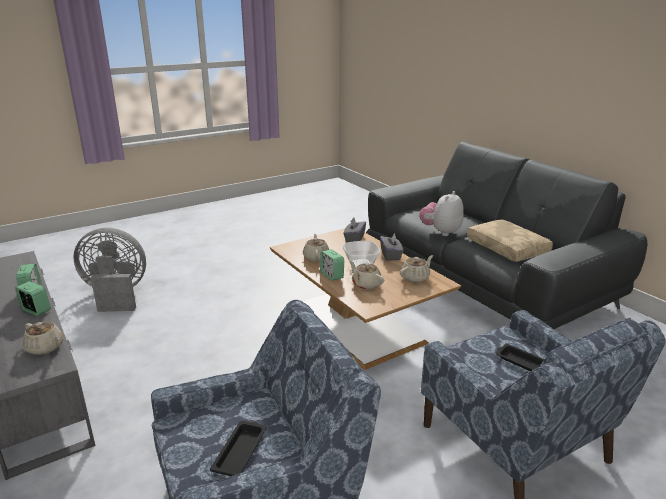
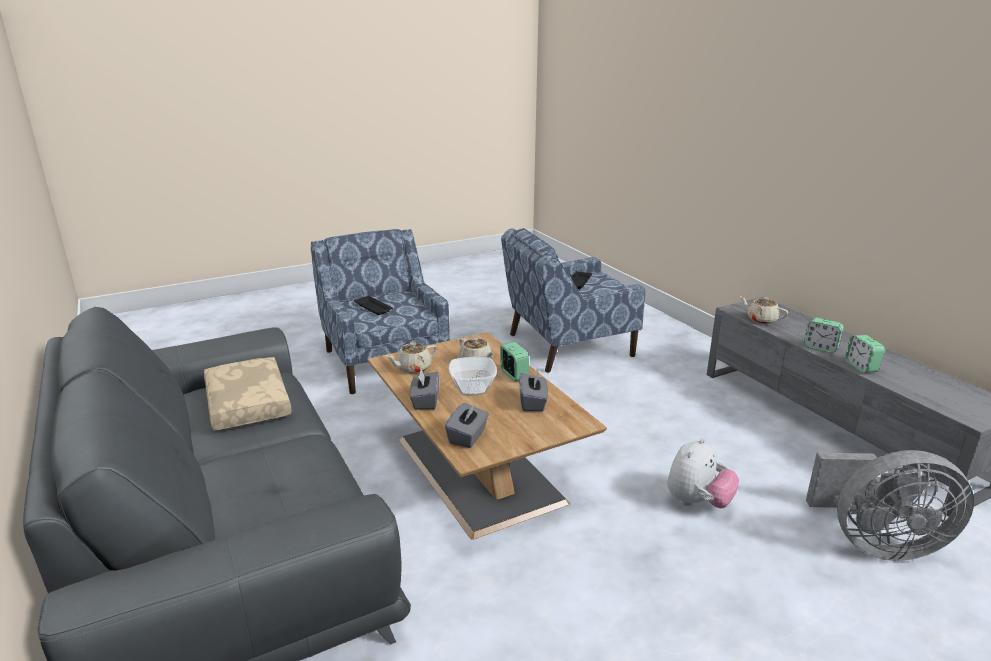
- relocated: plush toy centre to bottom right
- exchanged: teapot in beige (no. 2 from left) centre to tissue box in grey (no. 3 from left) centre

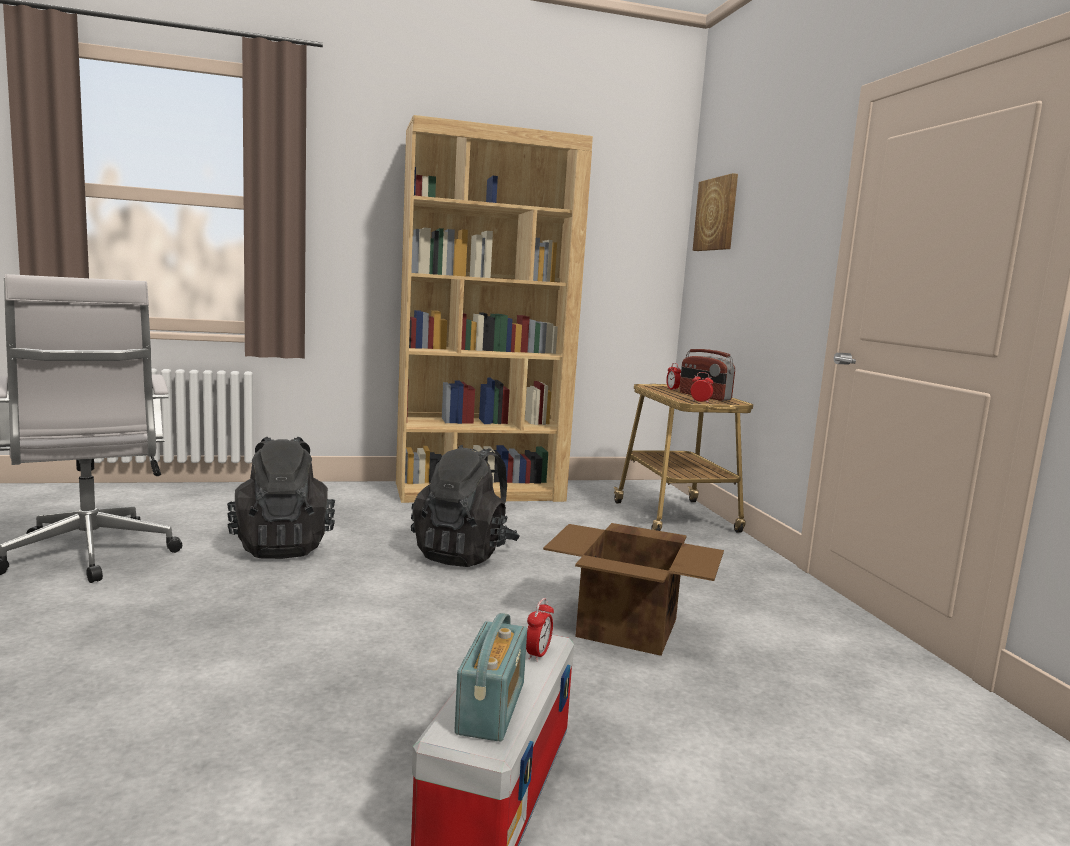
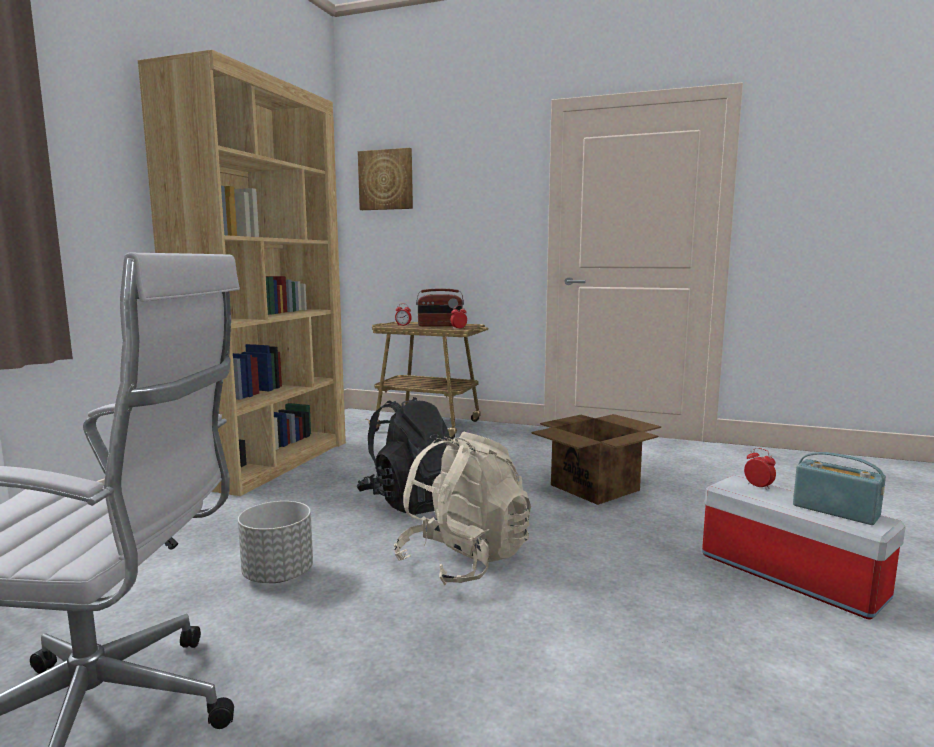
- appeared: backpack in beige bottom centre
- exchanged: backpack in black (no. 1 from left) middle left to planter in grey bottom left

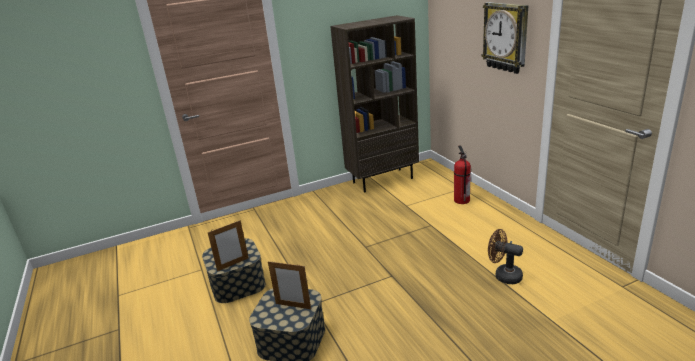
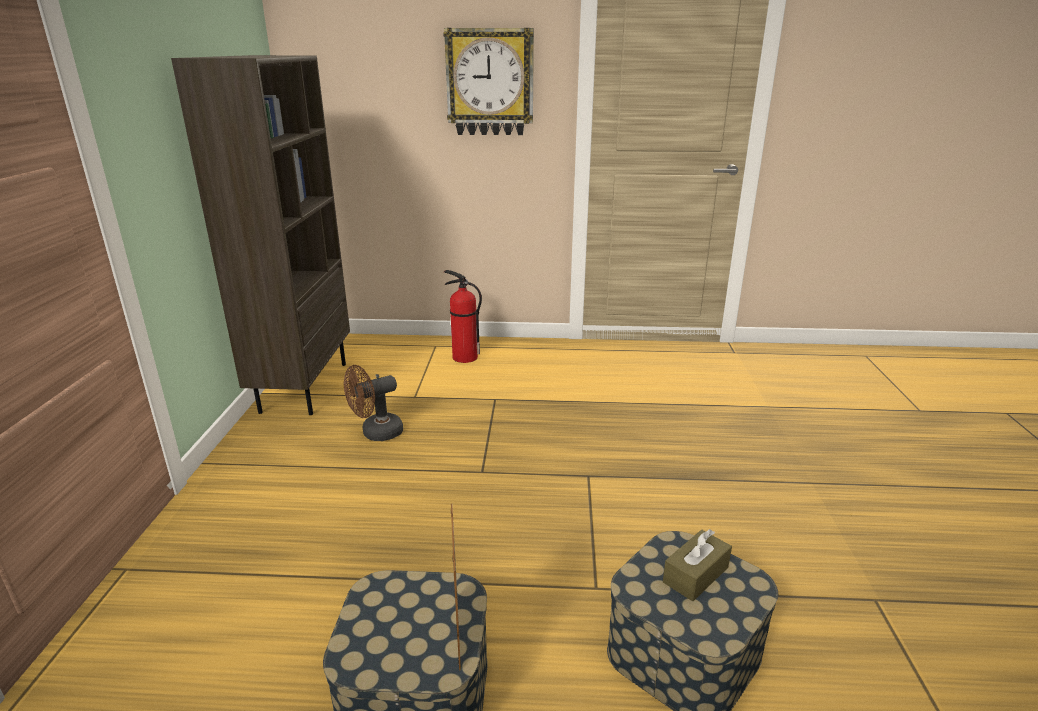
- relocated: fan in brown bottom right to centre
- exchanged: picture frame (no. 2 from left) bottom centre to tissue box in brown bottom right

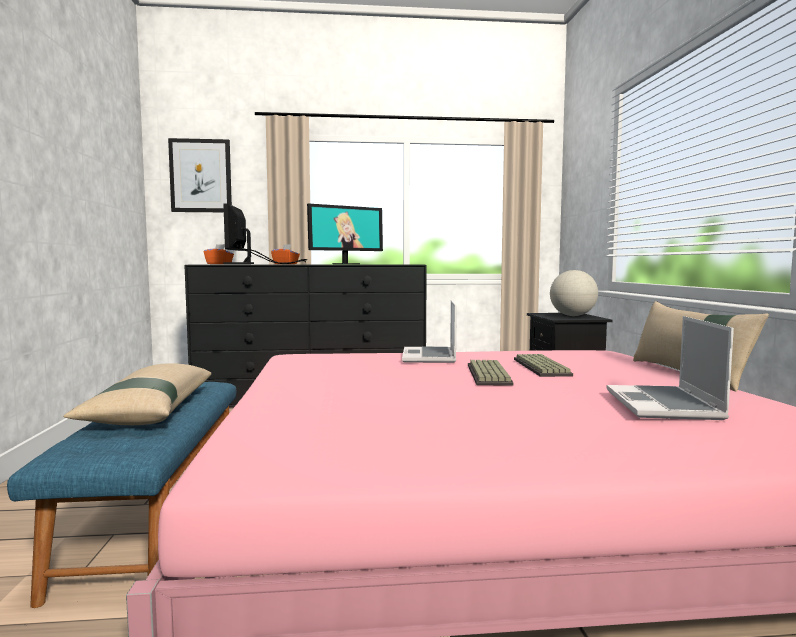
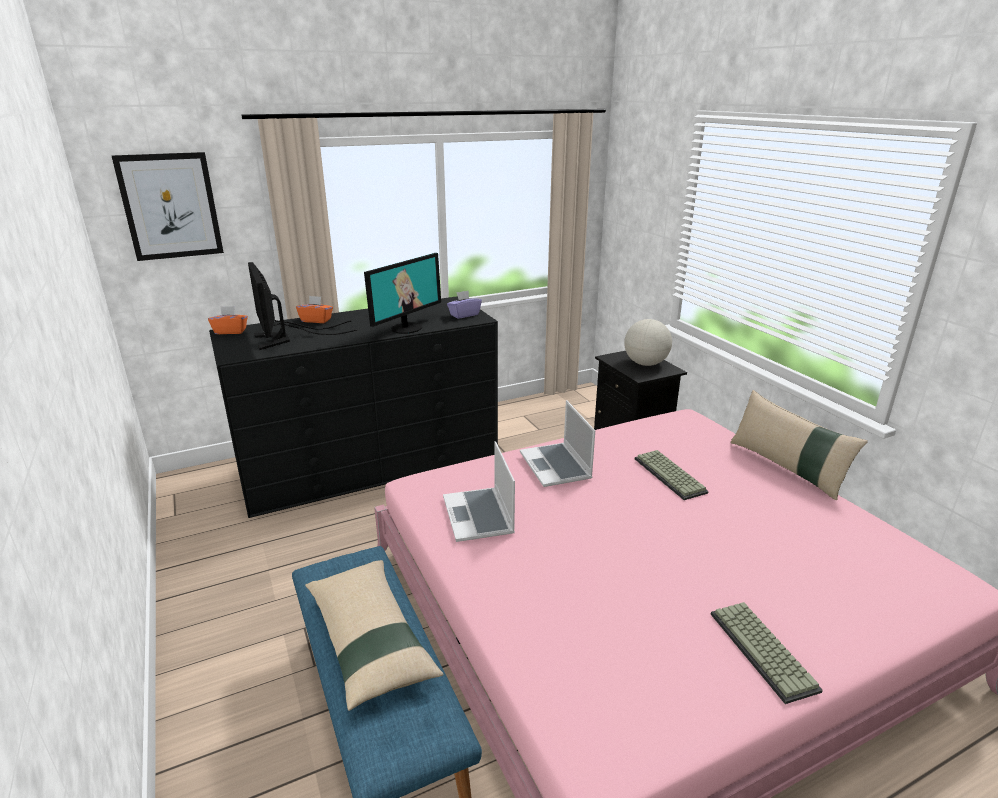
- appeared: tissue box in purple centre
- relocated: keyboard (no. 1 from left in the first image) centre to keyboard (no. 2 from left) bottom right
- relocated: laptop (no. 2 from left in the first image) middle right to laptop (no. 1 from left) centre

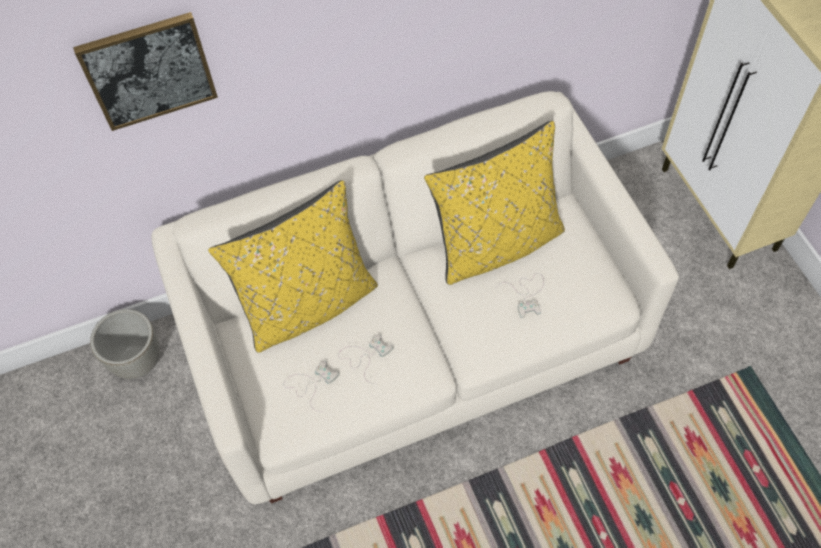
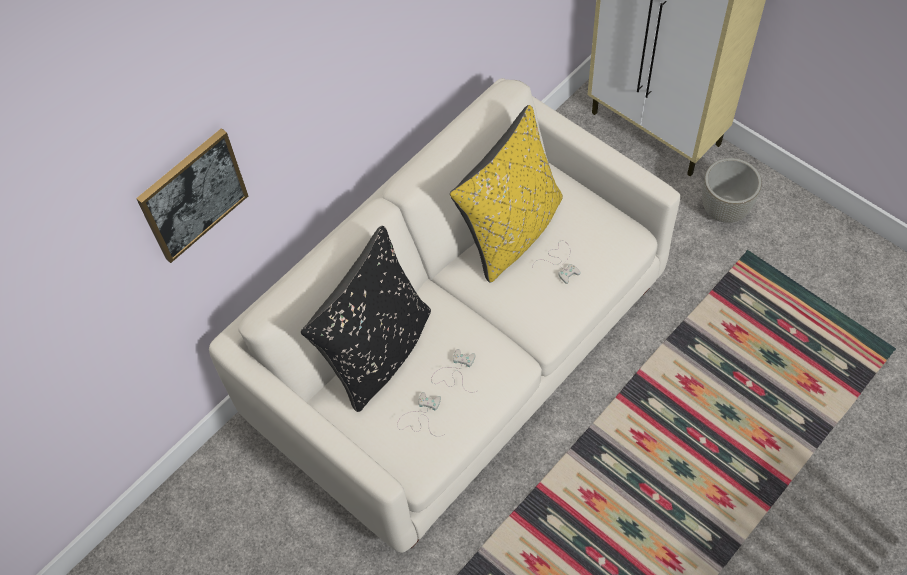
- relocated: planter in grey middle left to top right
- colour: pillow in yellow (no. 1 from left) centre to pillow in black centre

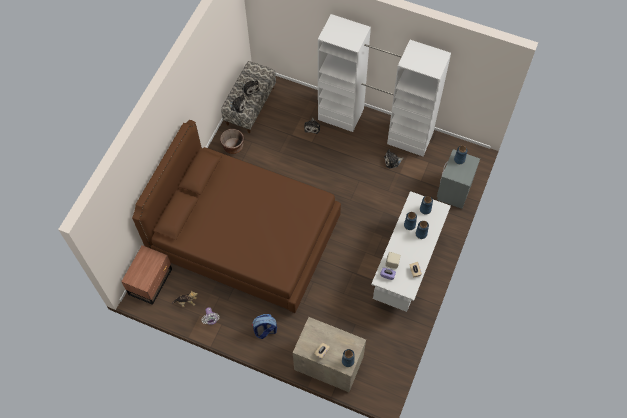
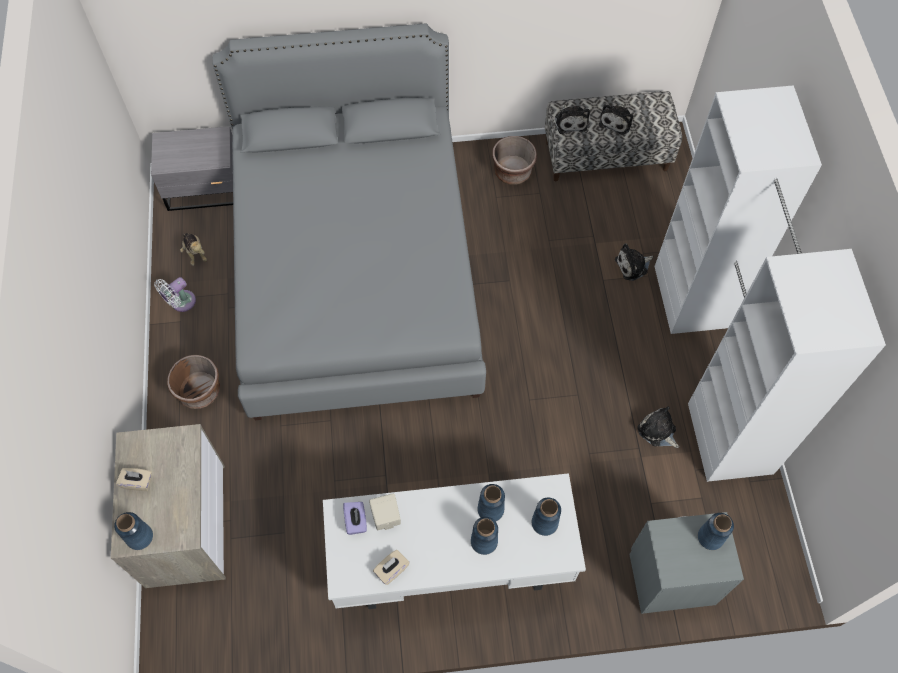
- exchanged: backpack bottom centre to planter in brown (no. 1 from left) middle left
- colour: nightstand in brown middle left to nightstand in grey (no. 1 from left) top left
- colour: bed in brown centre to bed in grey top centre

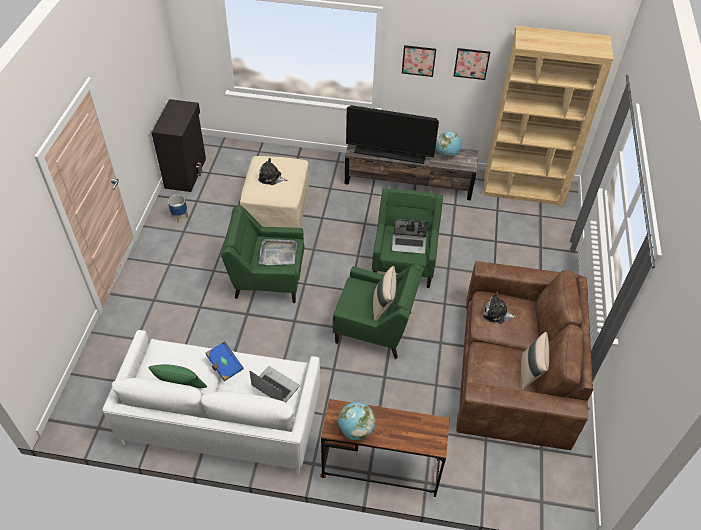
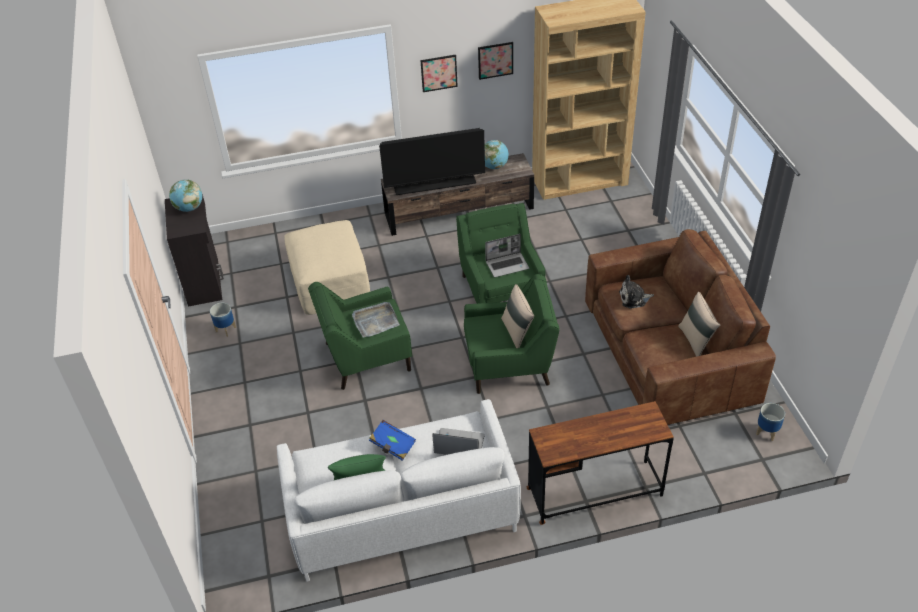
- missing: plush toy (no. 1 from left) top centre
- appeared: planter (no. 2 from left) bottom right
- relocated: globe (no. 1 from left) bottom centre to top left

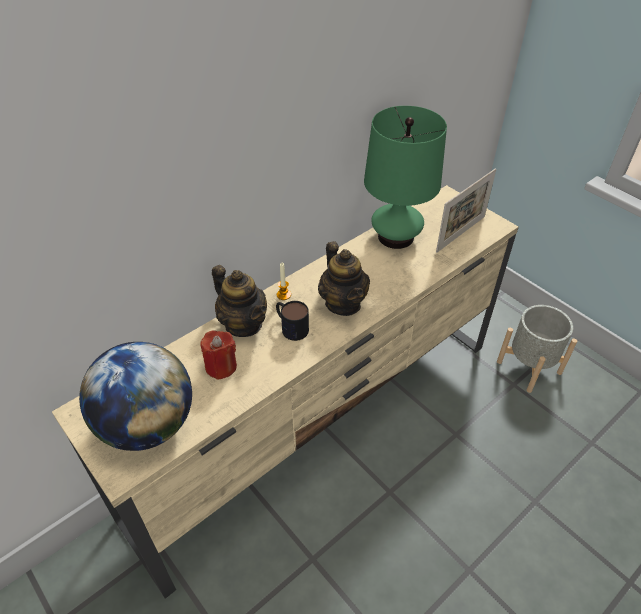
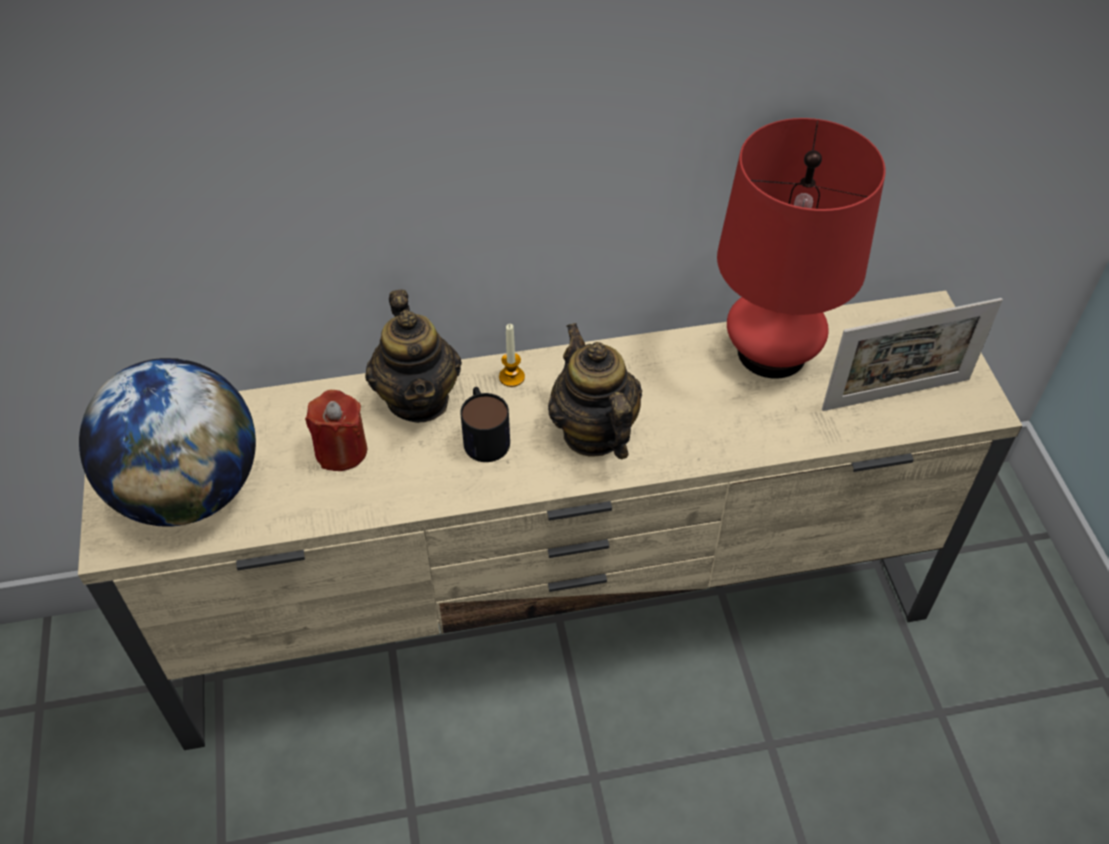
- missing: planter in grey middle right
- colour: table lamp in green top centre to table lamp in red top right
- spun: teapot (no. 2 from left) centre = centre 150 degrees clockwise

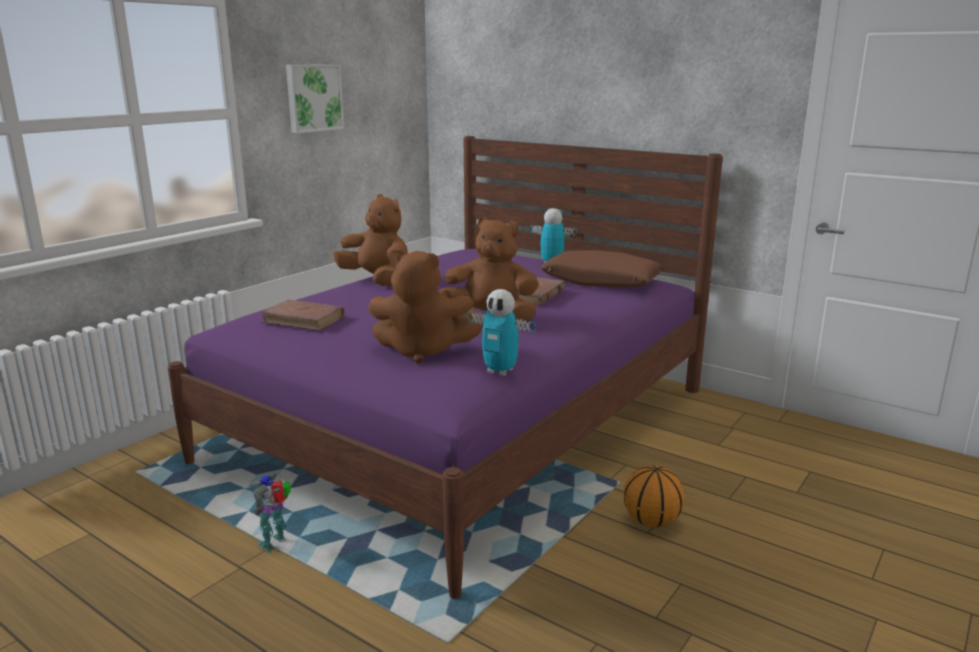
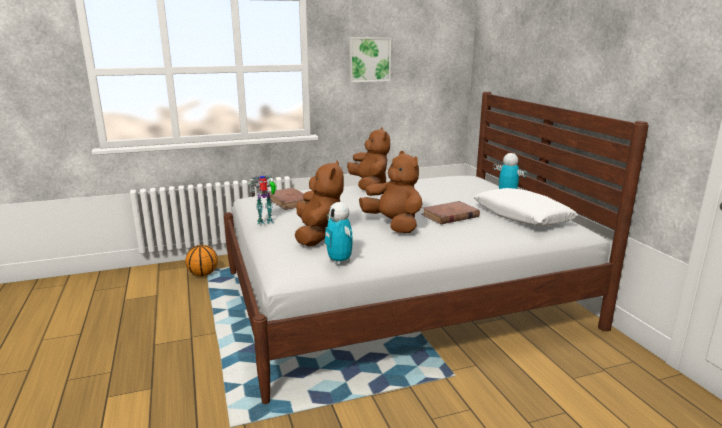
- relocated: toy robot (no. 1 from left) bottom left to centre
- relocated: basketball bottom right to middle left
- colour: bed in purple centre to bed in white centre
- colour: pillow in brown centre to pillow in white middle right
- spun: plush toy in brown (no. 2 from left in the first image) centre = centre 135 degrees counterclockwise

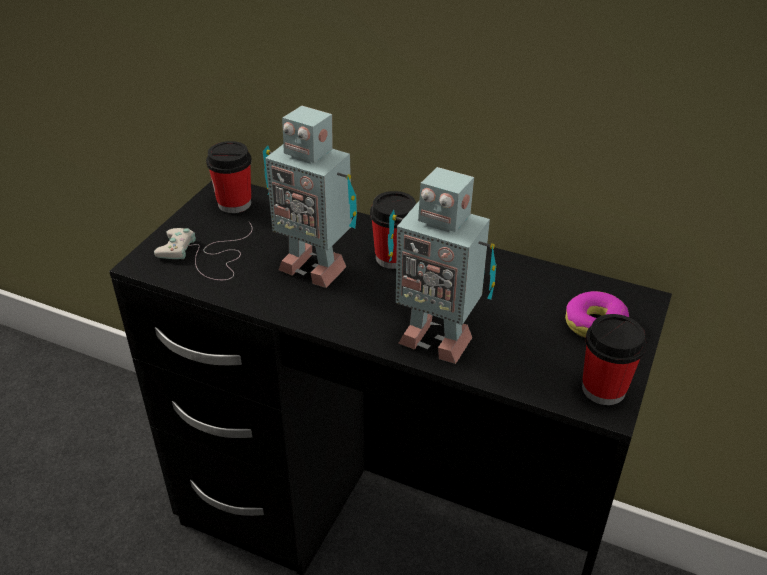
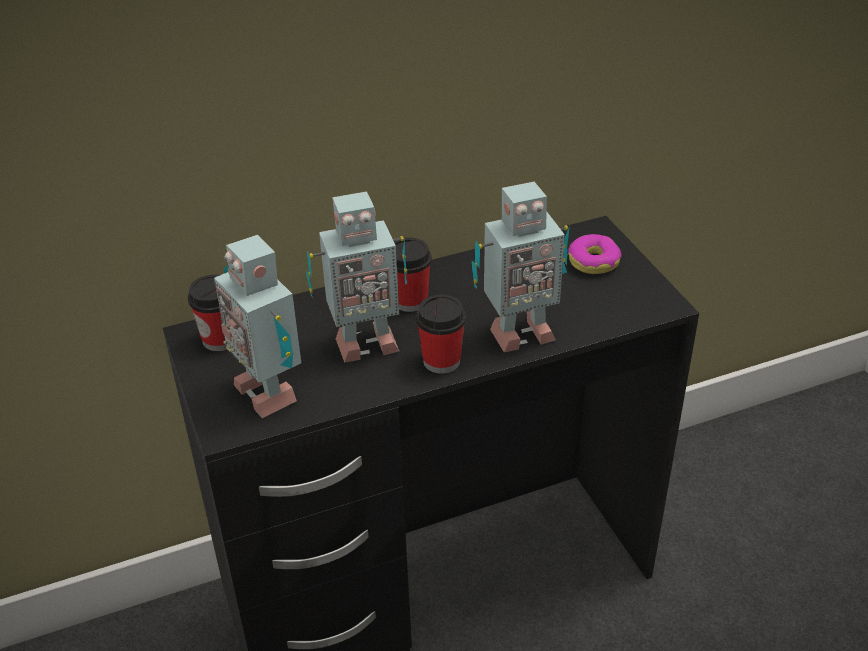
- relocated: cup (no. 3 from left) middle right to centre
- exchanged: game controller in white middle left to toy robot (no. 1 from left) middle left

